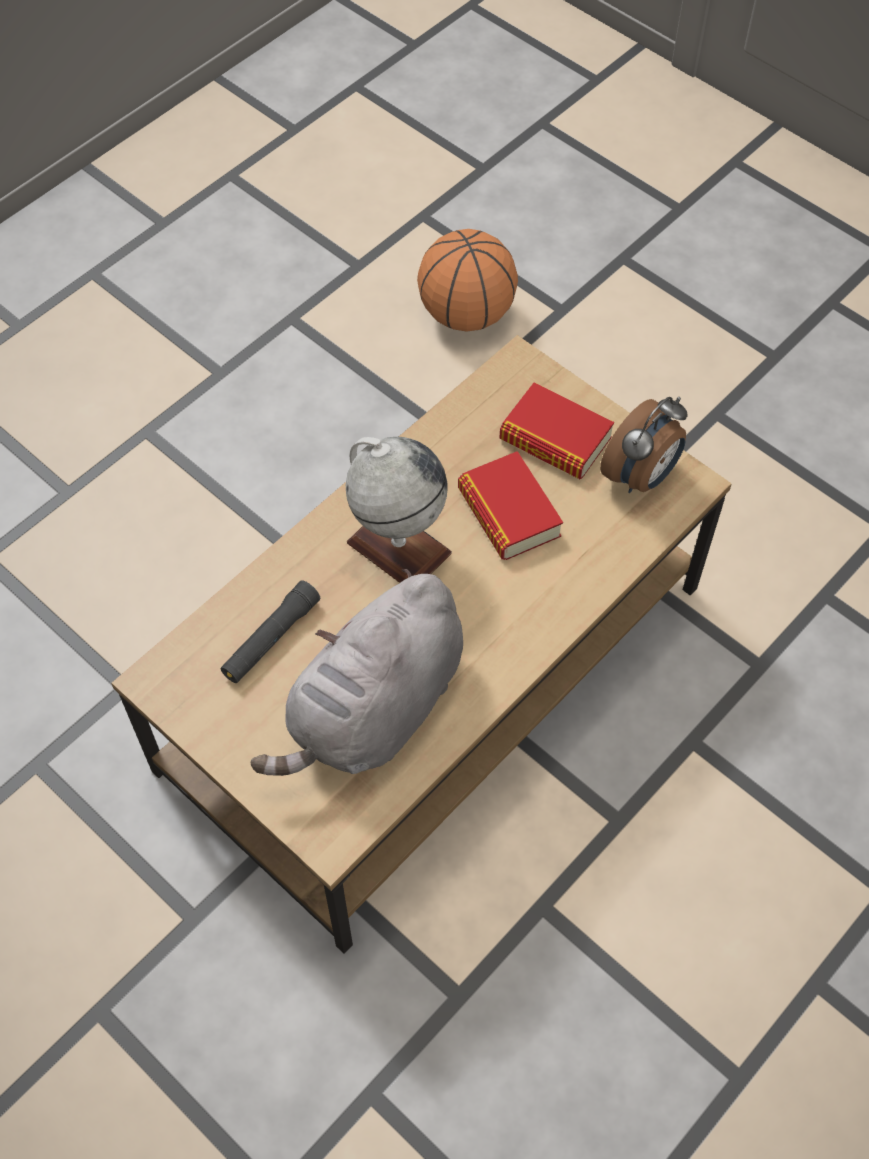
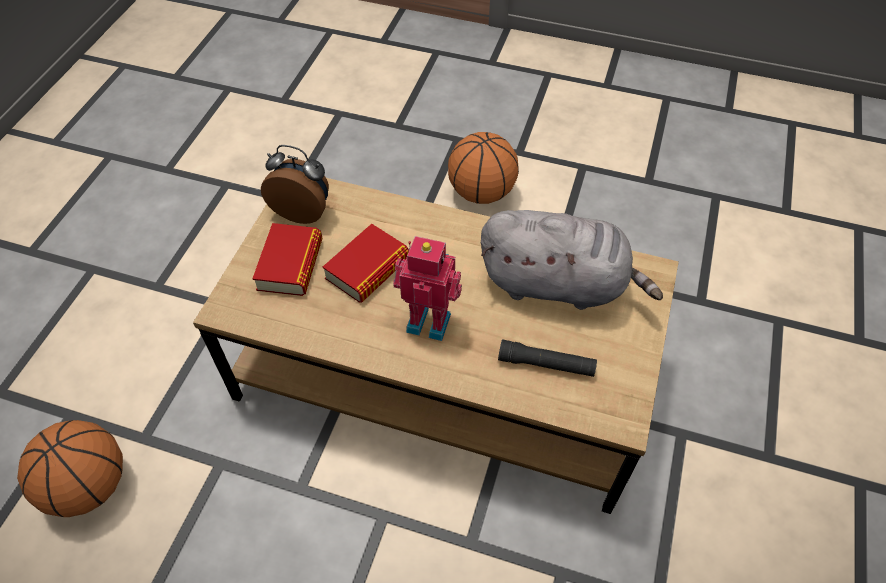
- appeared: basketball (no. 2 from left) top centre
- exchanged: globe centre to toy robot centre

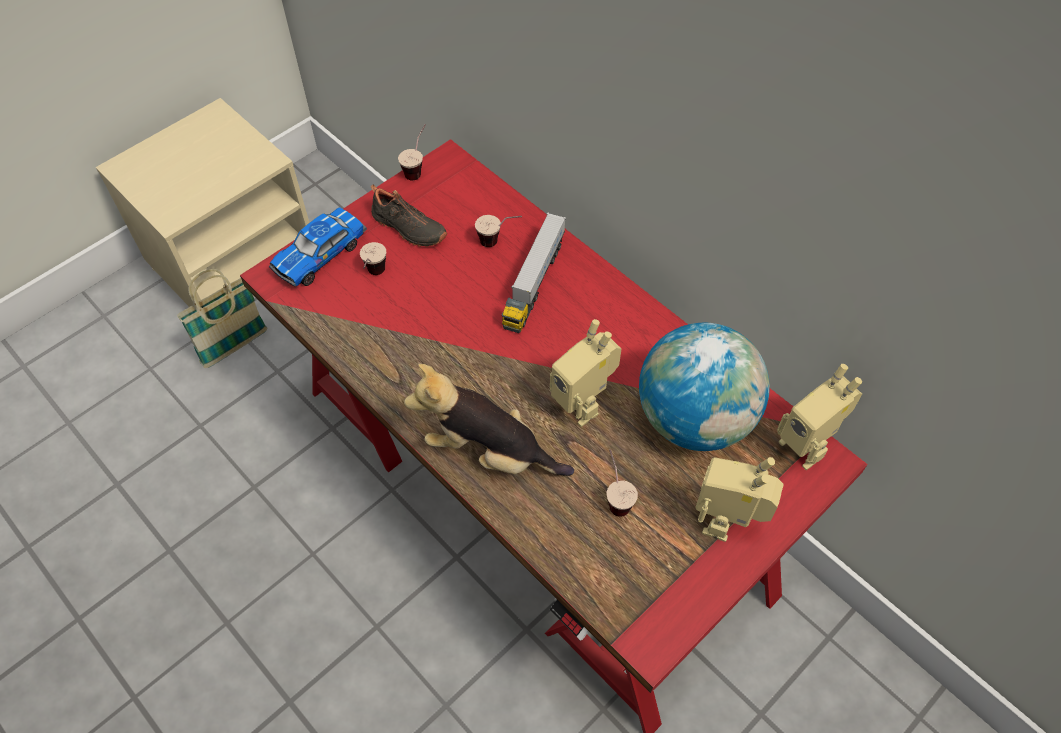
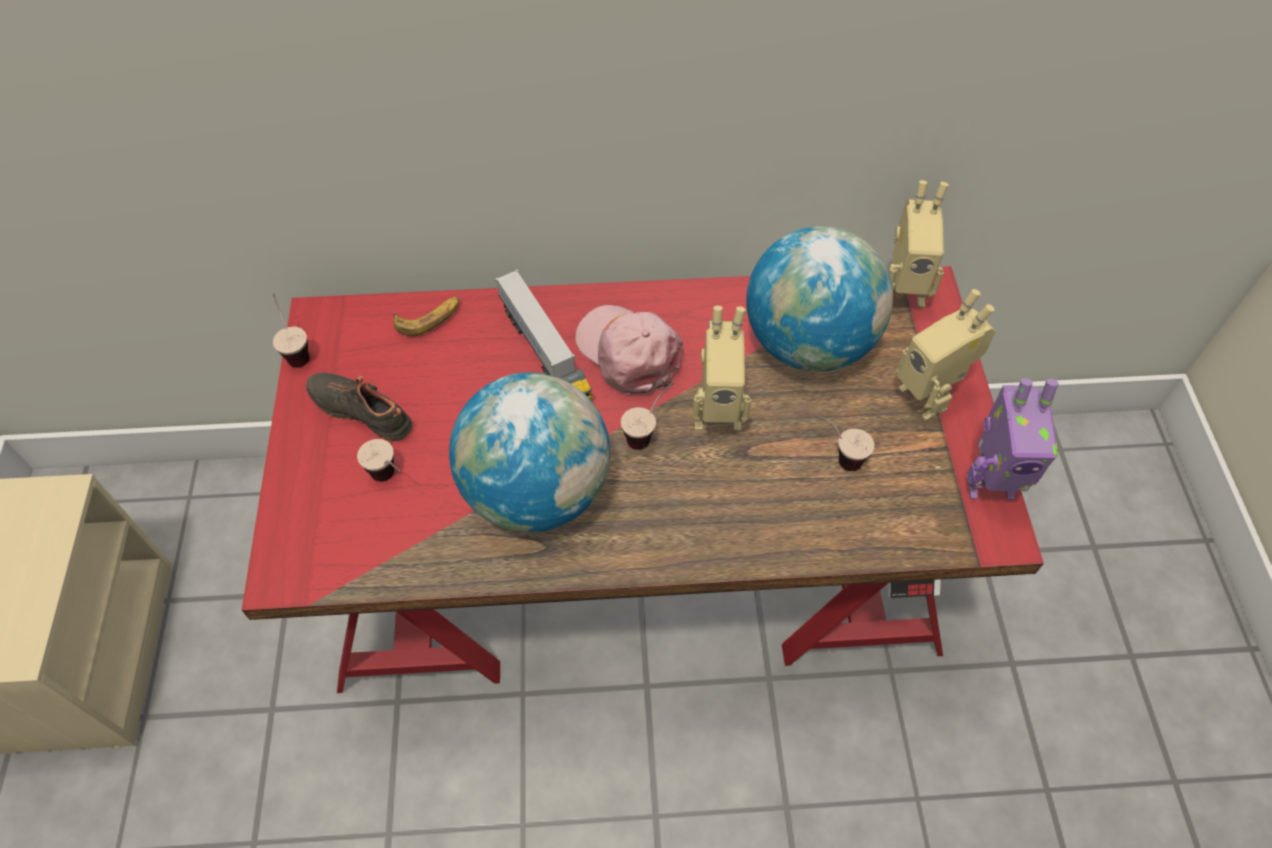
- missing: basket middle left
- missing: toy car middle left
- missing: plush toy centre
- appeared: banana centre
- appeared: globe (no. 1 from left) centre
- appeared: cap in pink centre
- appeared: toy robot (no. 4 from left) middle right
- relocated: cup (no. 3 from left) top centre to centre
- spun: shoe in black top centre = middle left 135 degrees counterclockwise

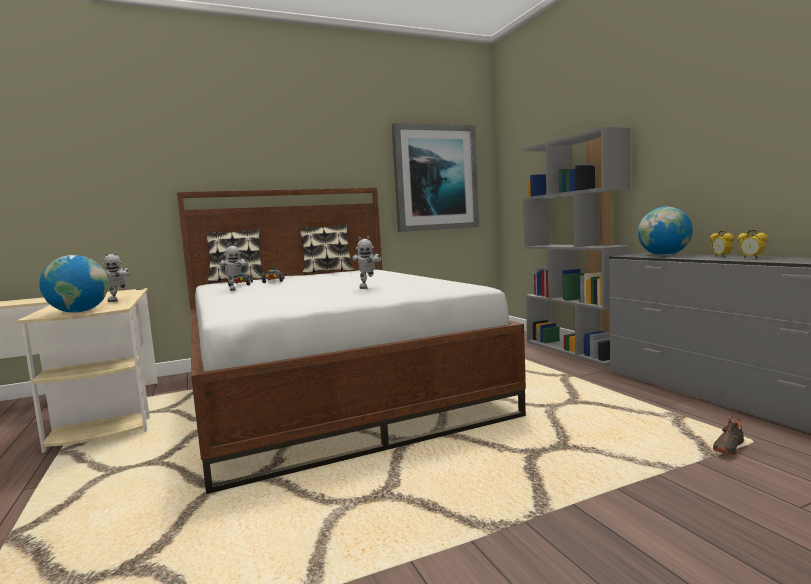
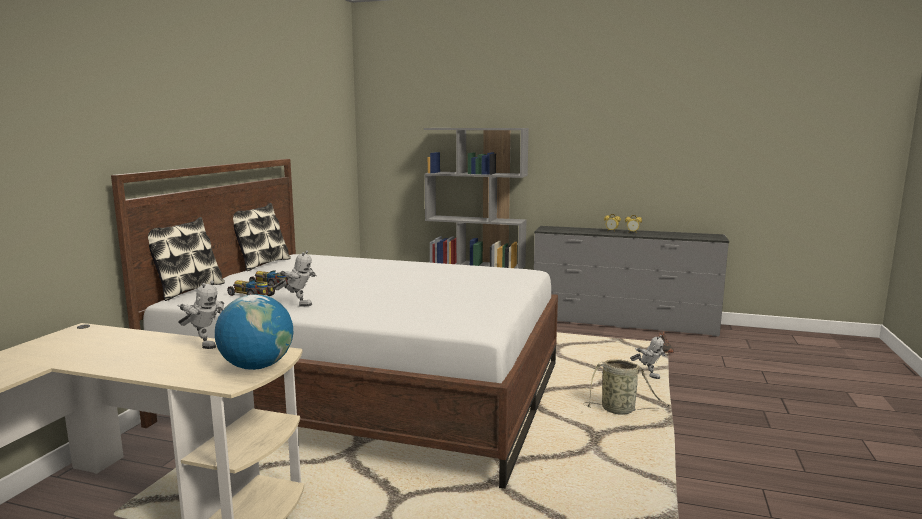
- missing: picture top centre
- missing: globe (no. 2 from left) middle right
- appeared: basket bottom right
- relocated: toy robot (no. 3 from left) centre to bottom right

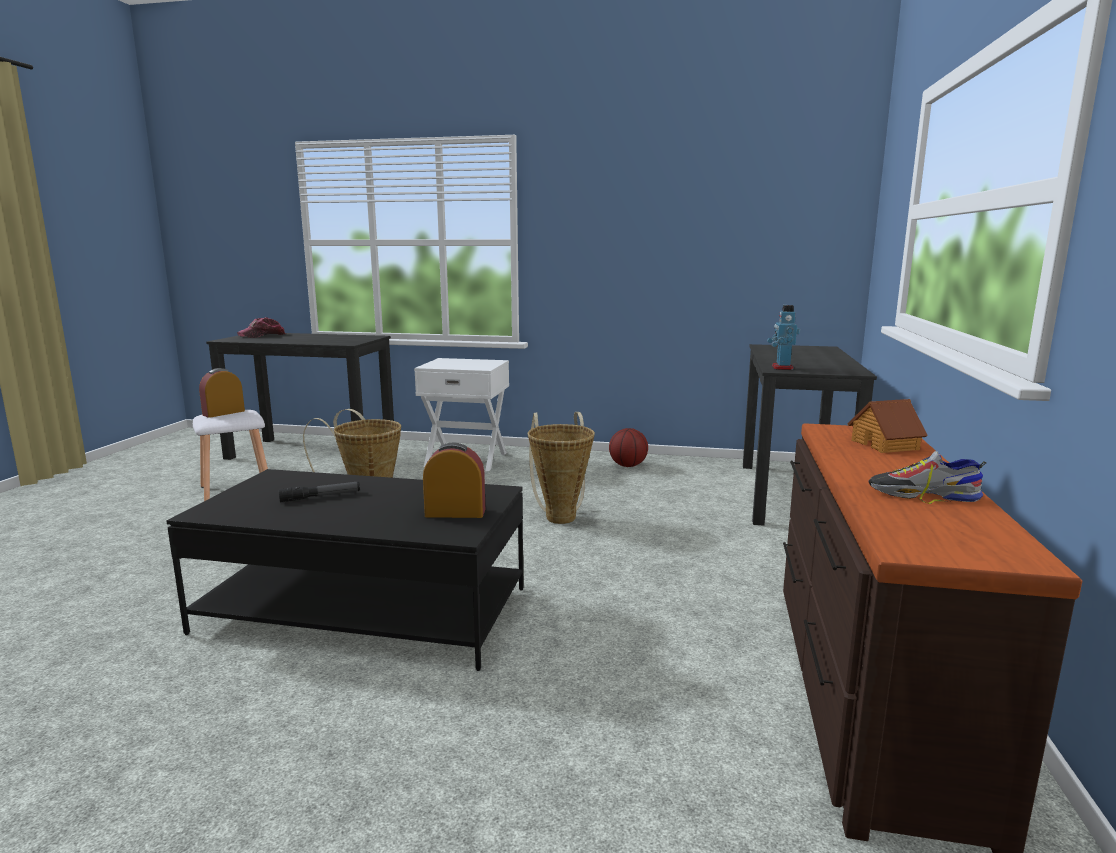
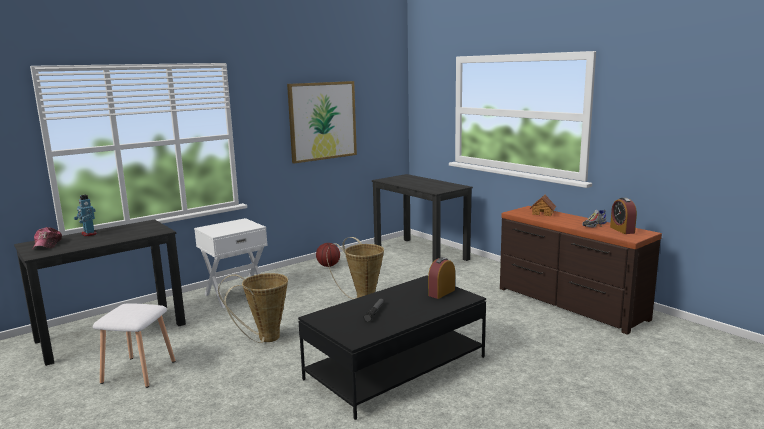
- appeared: picture top centre
- relocated: alarm clock (no. 1 from left in the first image) middle left to alarm clock (no. 2 from left) middle right
- relocated: toy robot middle right to middle left

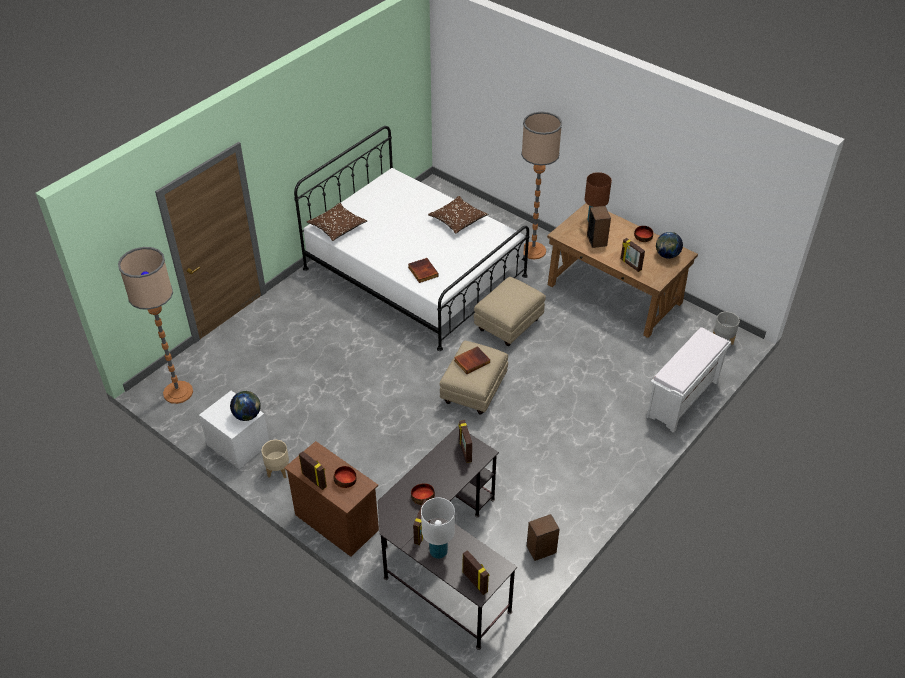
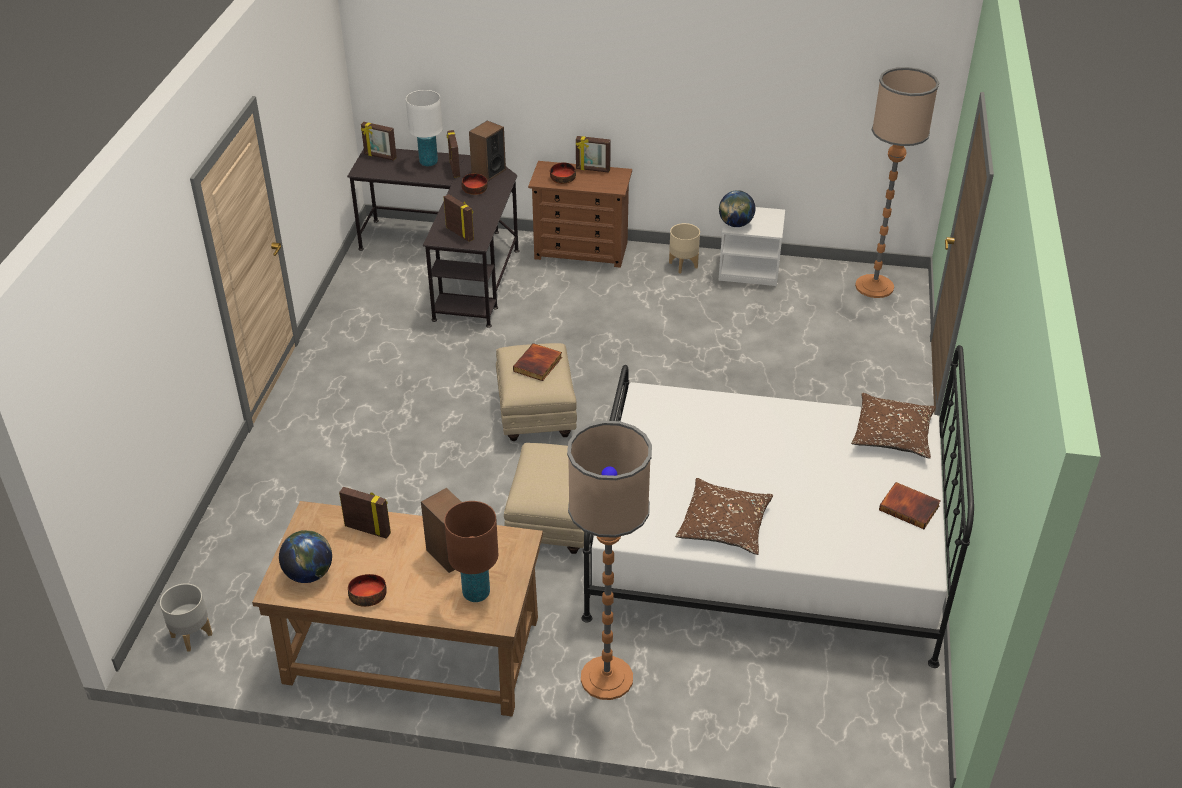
- missing: bench in white middle right
- relocated: book (no. 1 from left in the first image) centre to book (no. 2 from left) middle right
- relocated: speaker (no. 1 from left in the first image) bottom centre to speaker (no. 2 from left) top centre

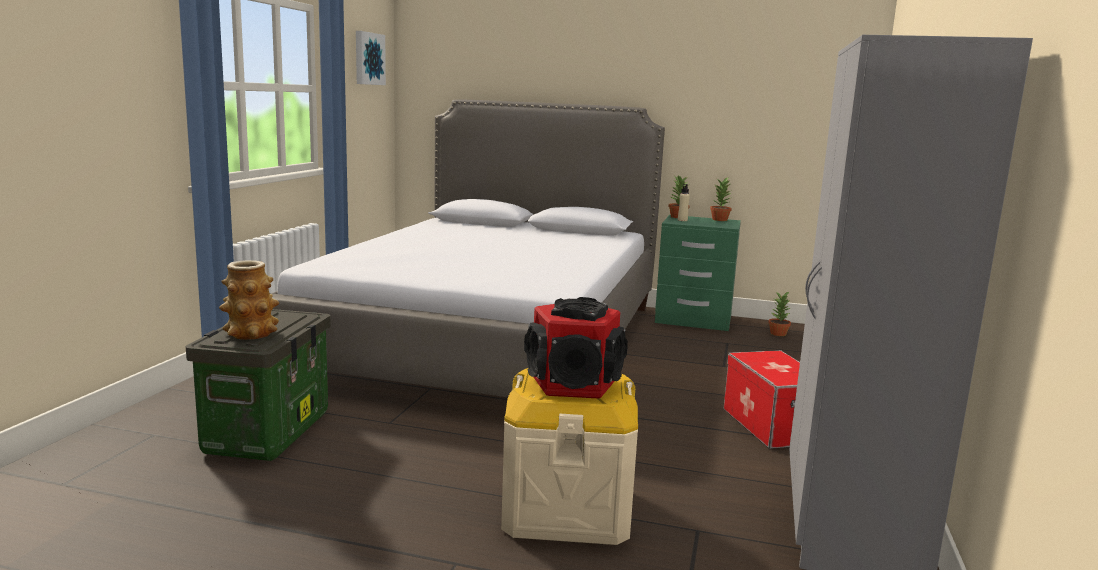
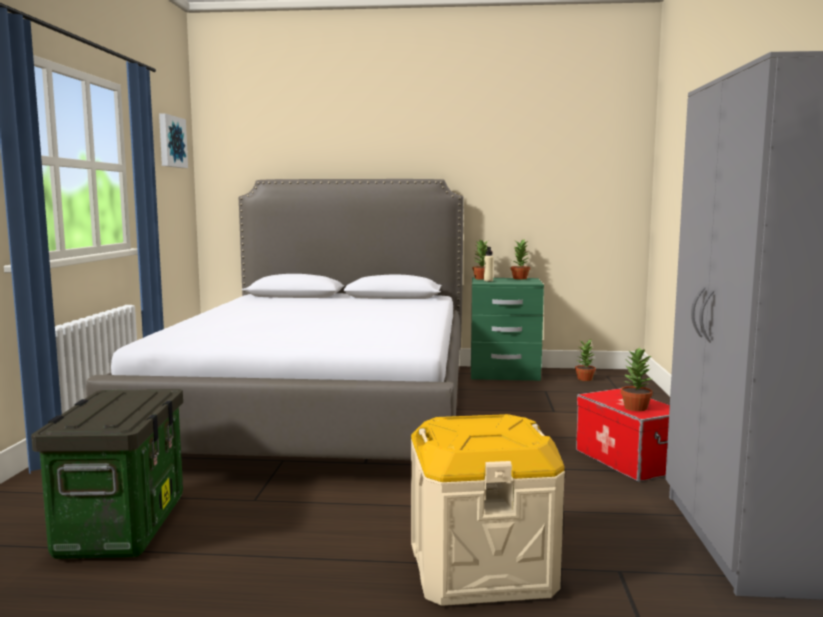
- missing: vase middle left
- missing: speaker centre
- appeared: potted plant (no. 4 from left) middle right

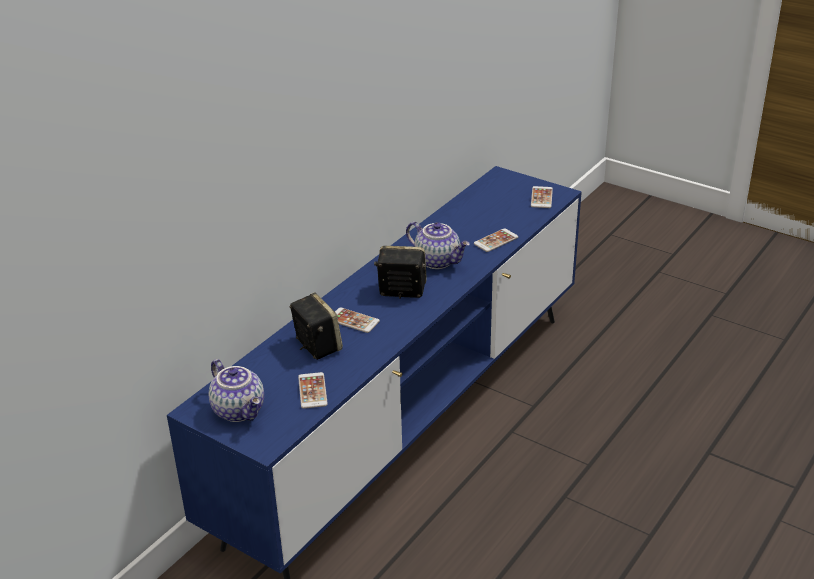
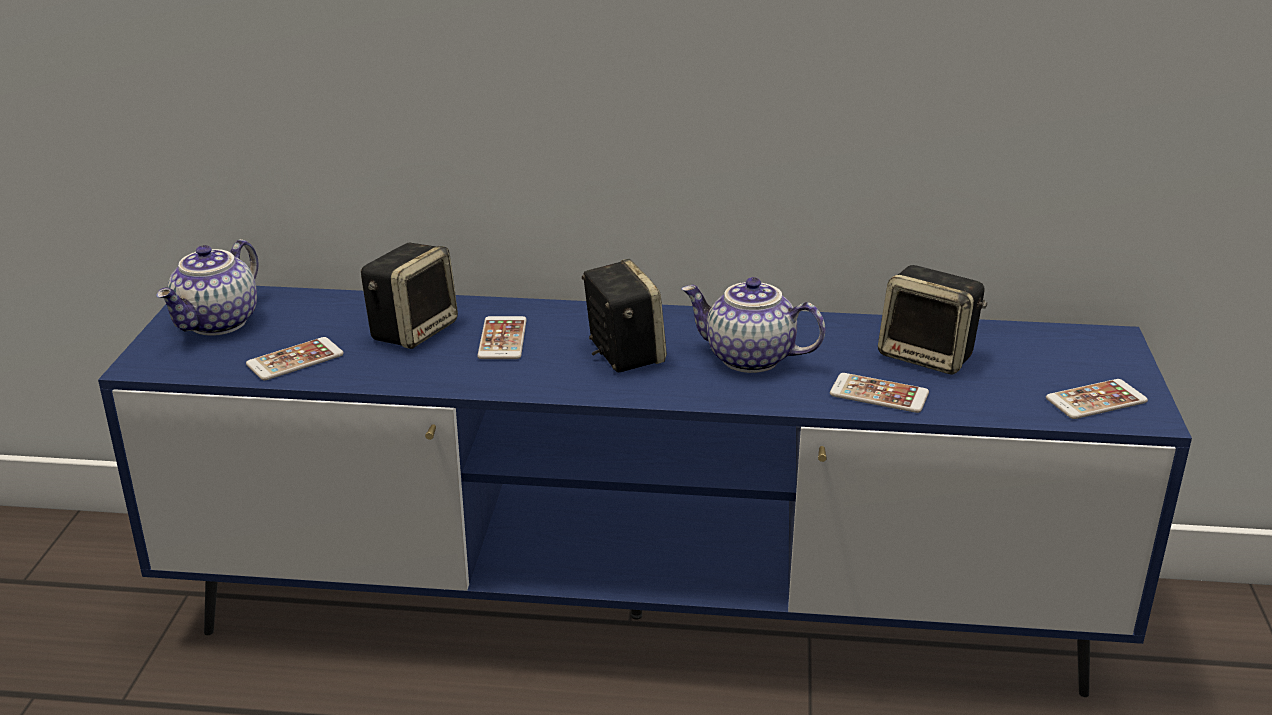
- appeared: speaker (no. 3 from left) middle right
- spun: teapot (no. 2 from left) centre = centre 105 degrees clockwise

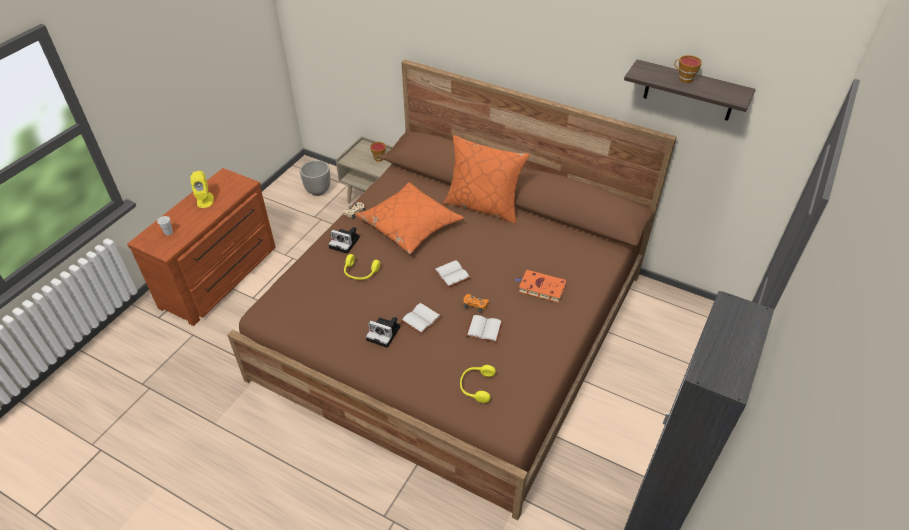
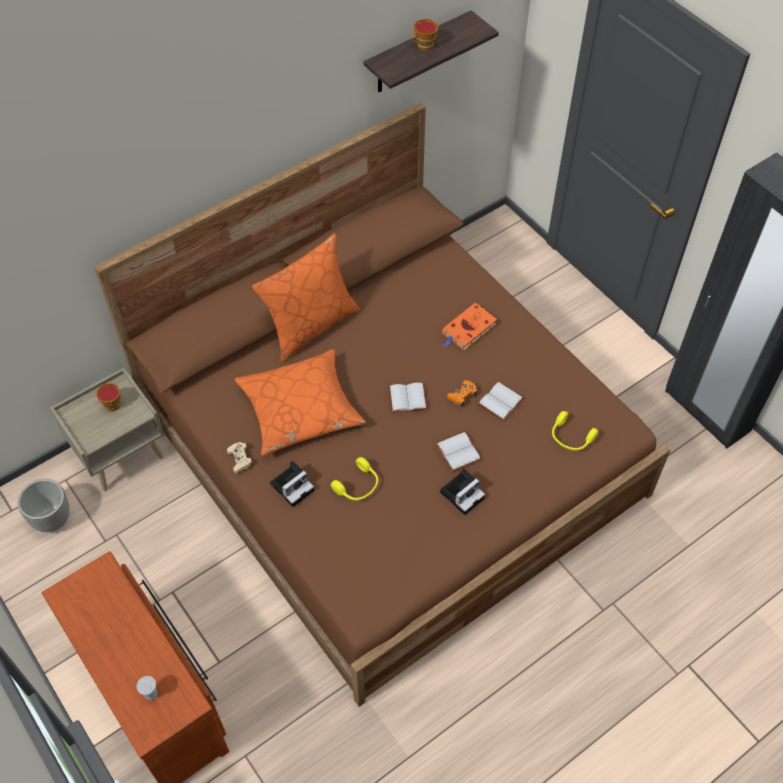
- missing: speaker in yellow middle left

